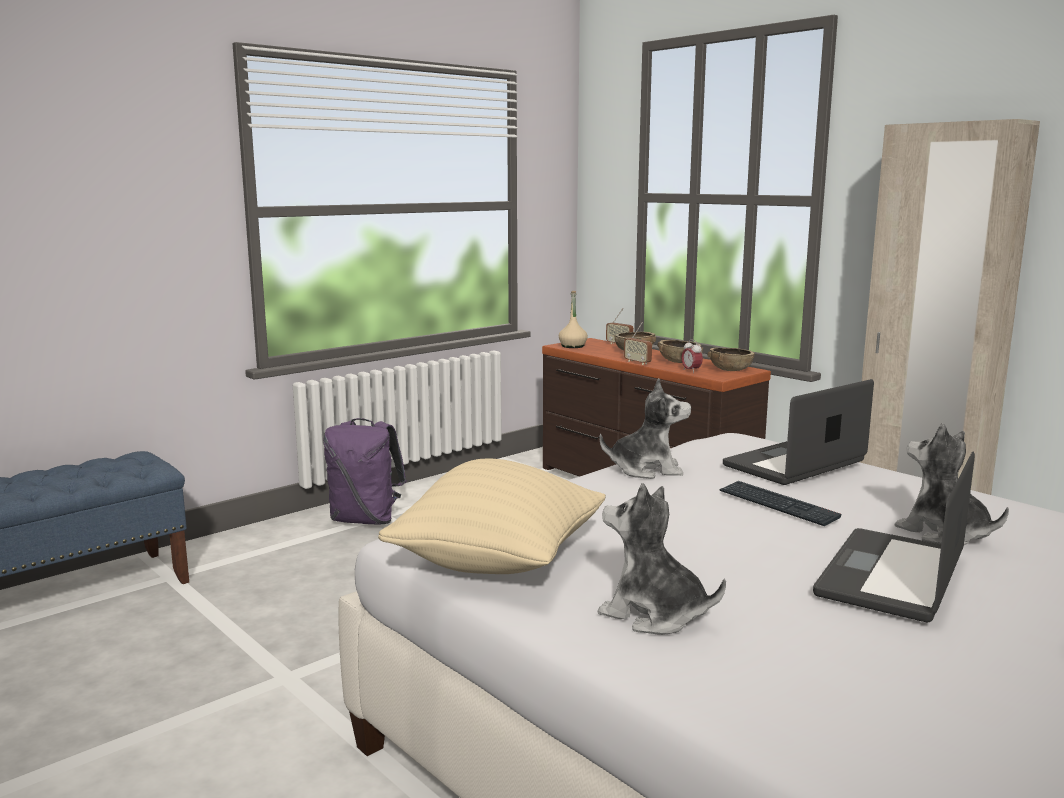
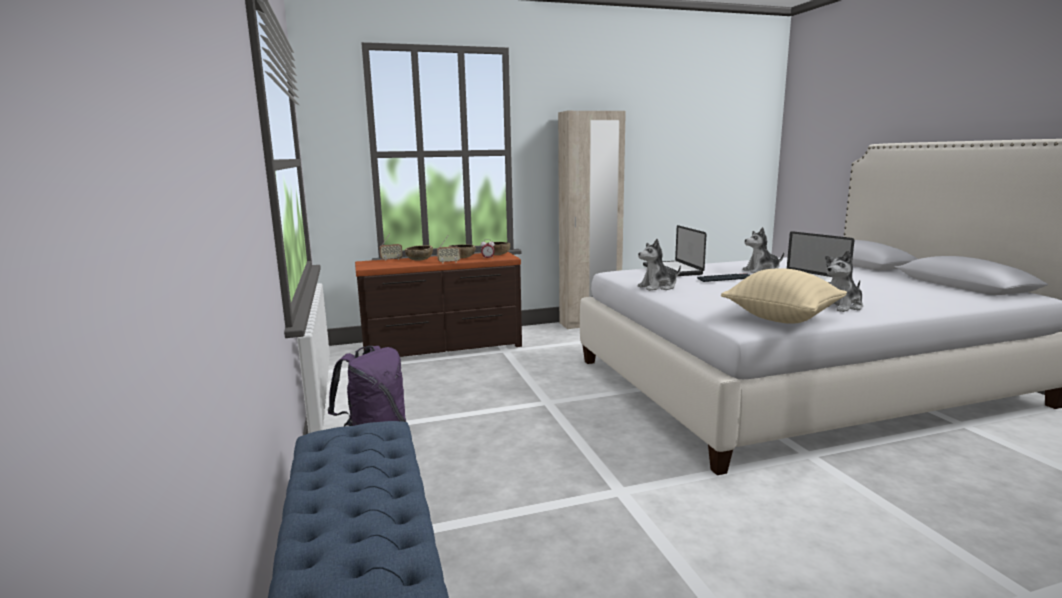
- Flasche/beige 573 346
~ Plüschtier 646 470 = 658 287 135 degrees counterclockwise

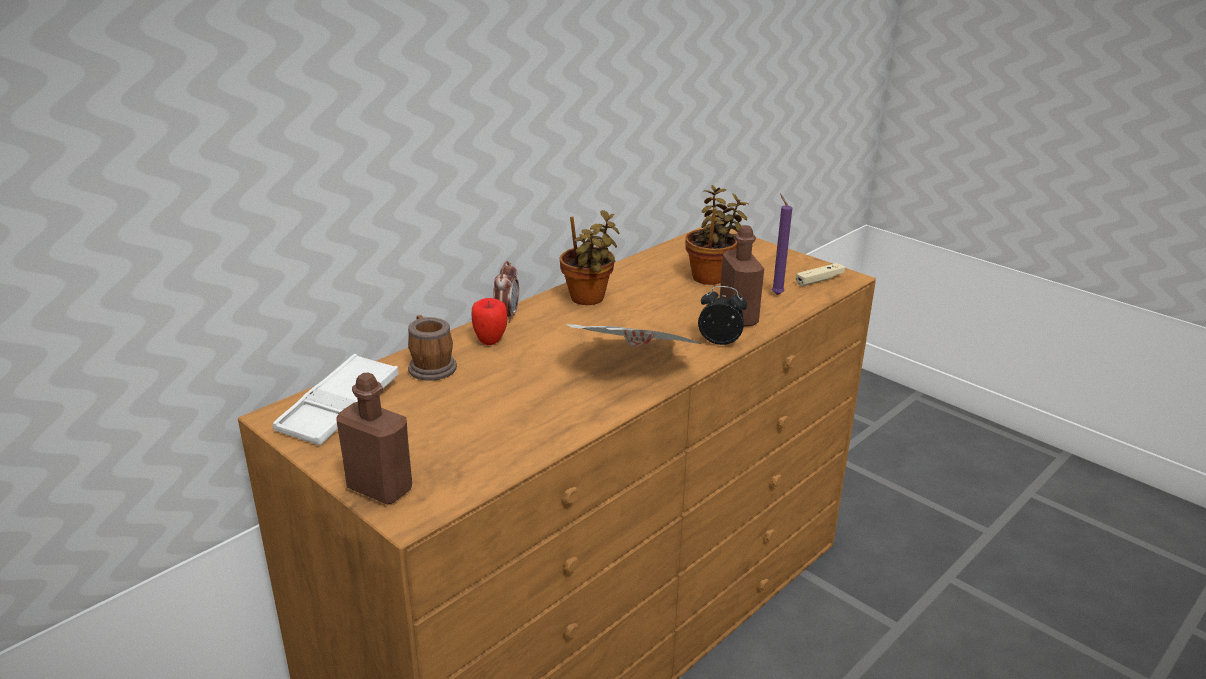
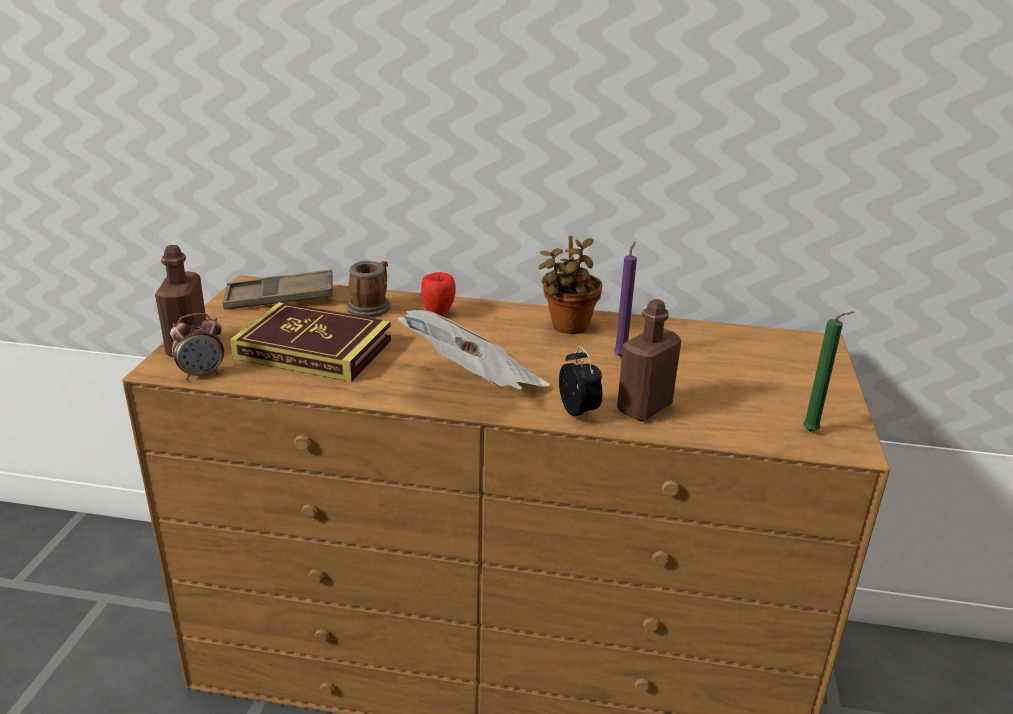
~ Tablett/weiß 339 407 to Tablett/braun 280 298
~ Wecker 506 316 to 202 374
- Topfpflanze 711 277
~ Kerze/lila 776 294 to 621 355
~ Gamepad/beige 819 280 to Kerze/grün 813 432
+ Buch 314 349

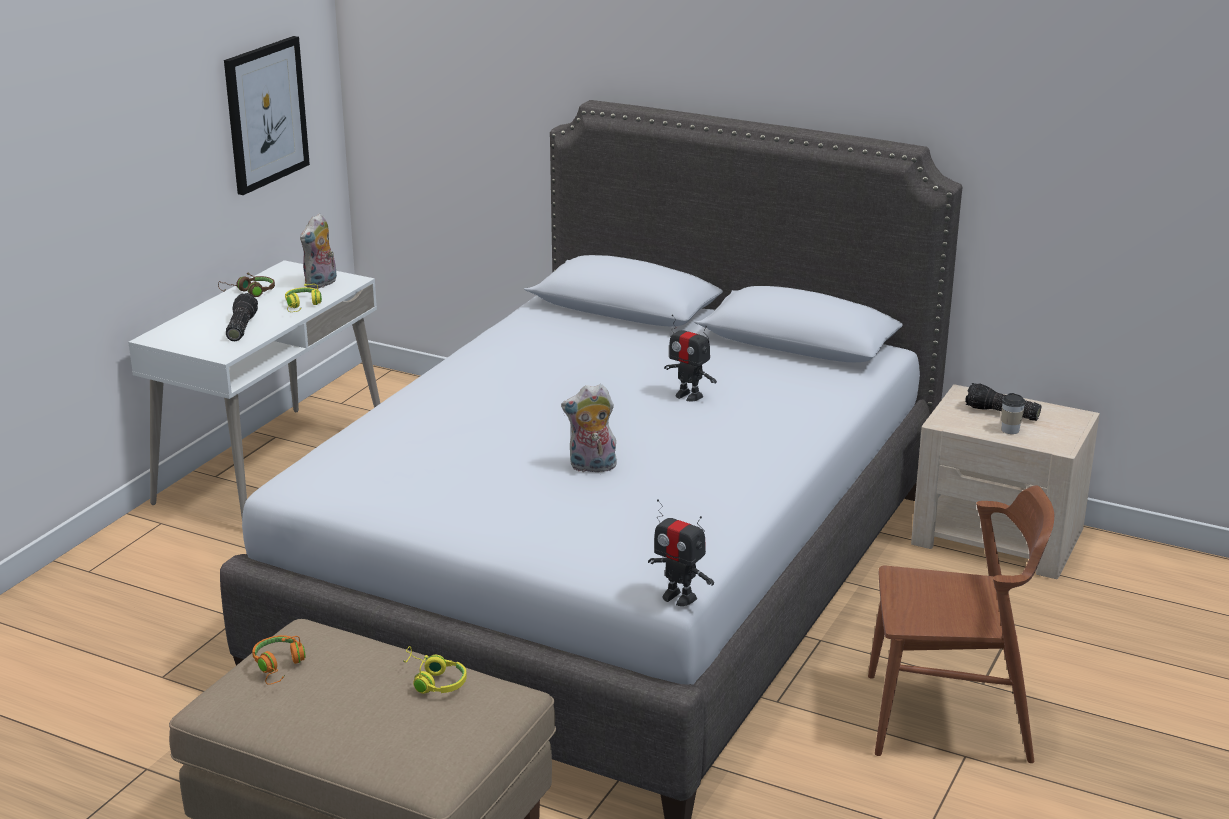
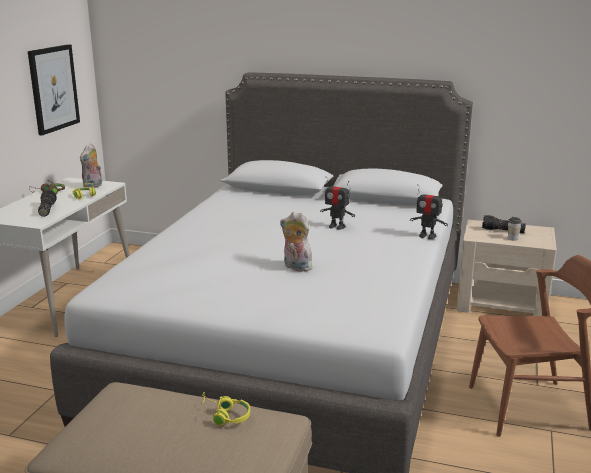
- Kopfhörer/orange 279 666
~ Plüschtier 591 467 = 295 267 45 degrees clockwise
~ Spielzeugroboter 679 597 to 427 236

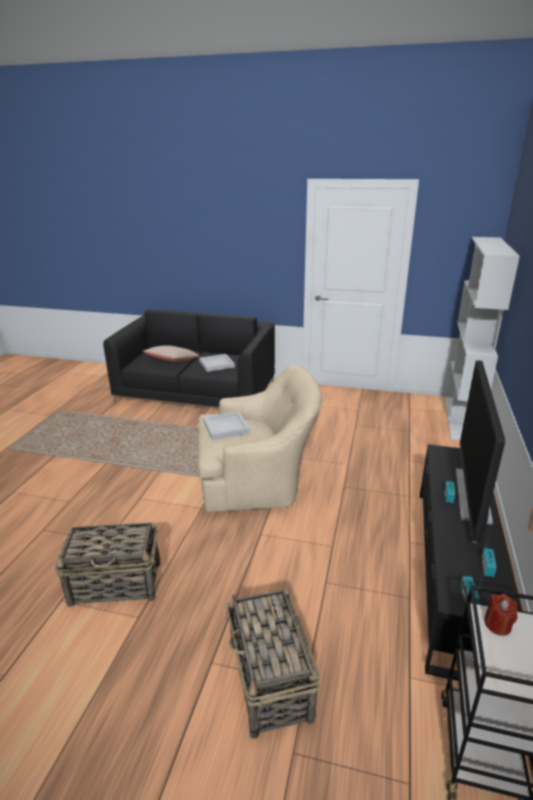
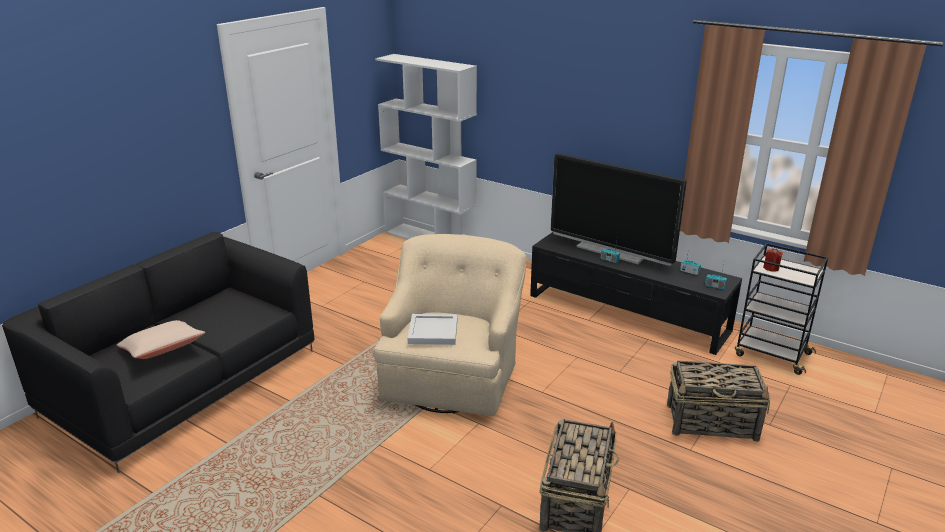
- Tablett/weiß 217 364

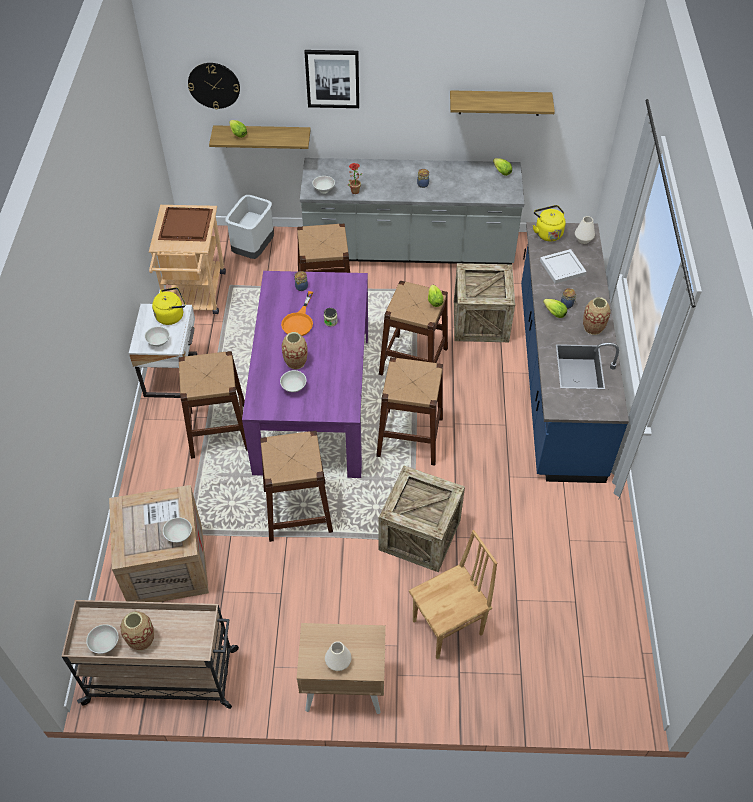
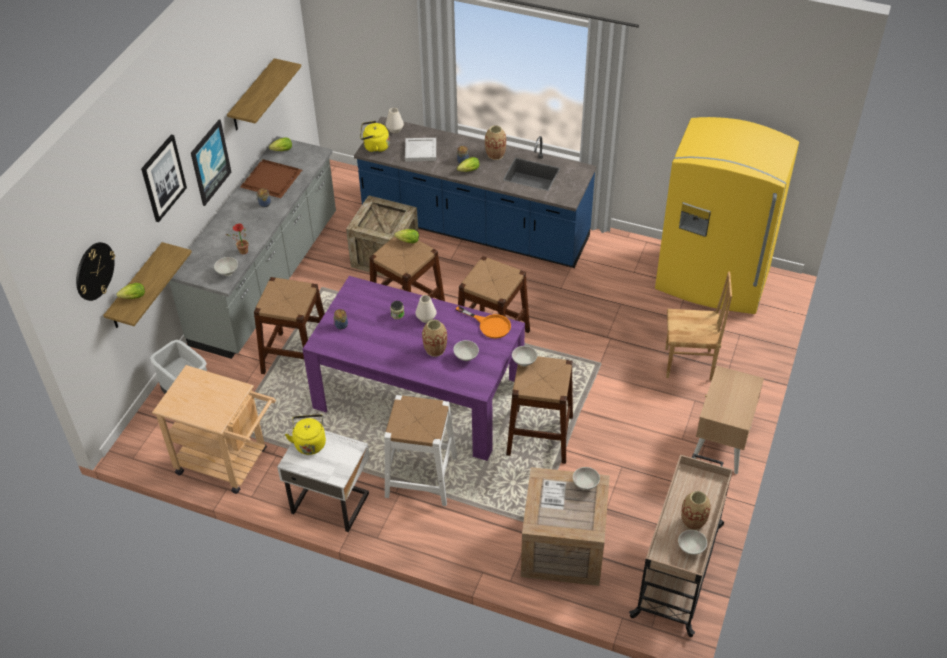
~ Schüssel/weiß 159 342 to 523 362
~ Tablett/braun 185 226 to 272 181
~ Hocker/braun 218 430 to Hocker/weiß 421 477
~ Pfanne/orange 299 321 to 489 325
~ Vase/weiß 338 662 to 426 318
- Kiste 419 535
~ Stuhl/braun 448 628 = 689 365 105 degrees clockwise
+ Bild 210 162
+ Kühlschrank/gelb 712 281

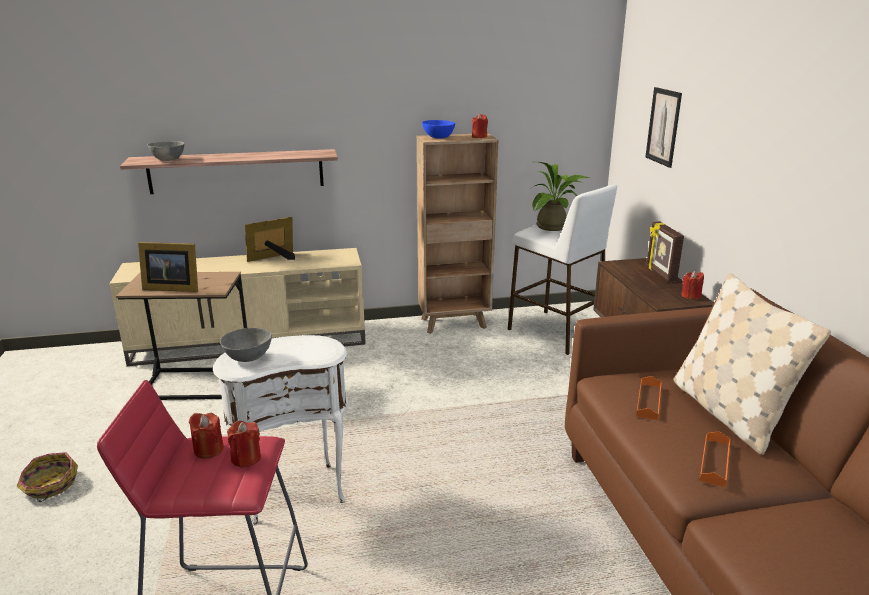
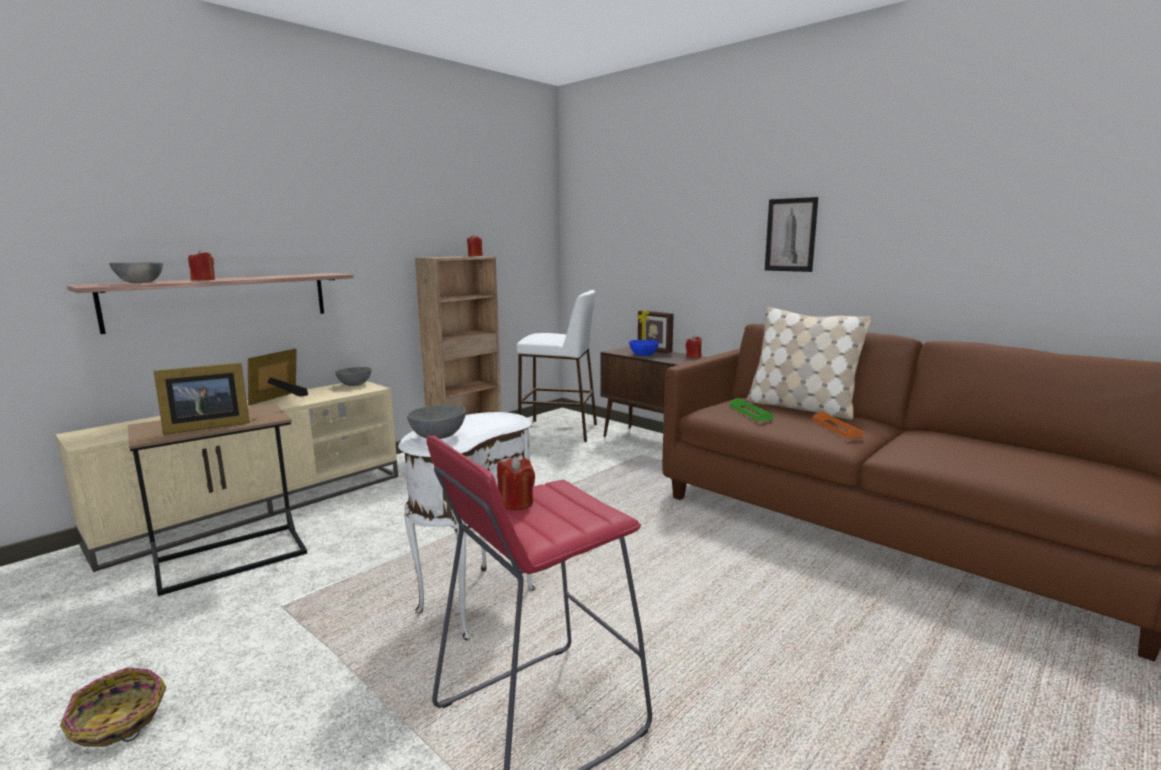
~ Kerze/rot 246 458 to 203 280
~ Schüssel/blau 438 137 to 642 355
- Topfpflanze 555 227
~ Tablett/orange 648 401 to Tablett/grün 750 413
~ Bild 663 126 to 790 235
+ Schüssel/grau 355 385

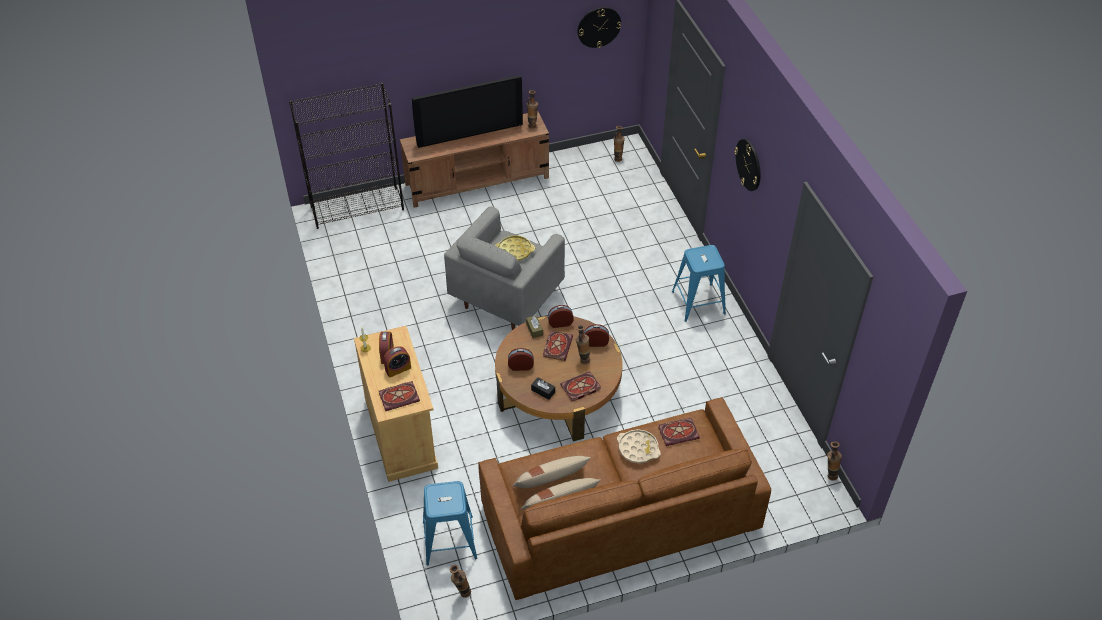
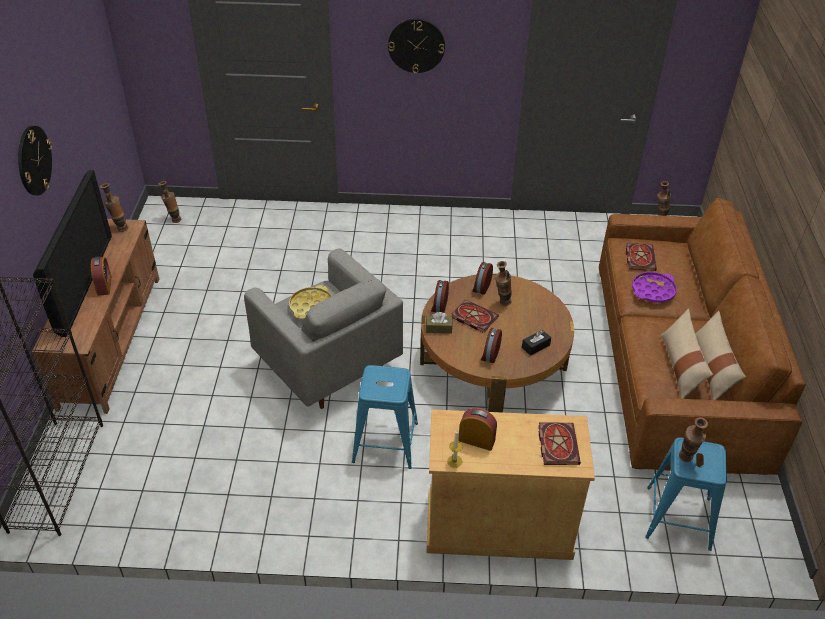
~ Wecker 398 369 to 104 285
~ Vase 461 593 to 685 460
- Buch 580 388
~ Wanduhr 599 27 to 34 160
~ Tablett/beige 638 449 to Tablett/lila 653 291
~ Hocker/blau 698 302 to 385 442

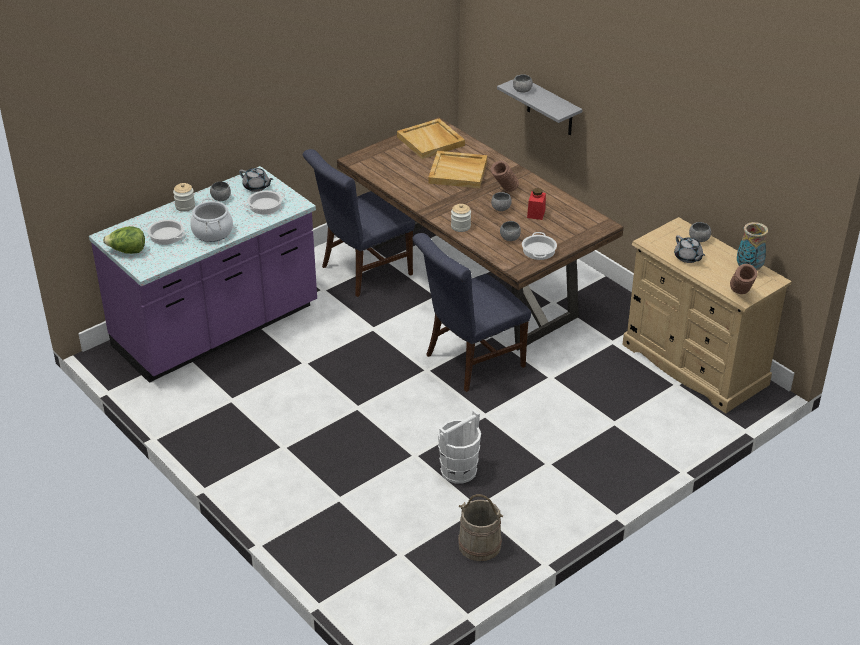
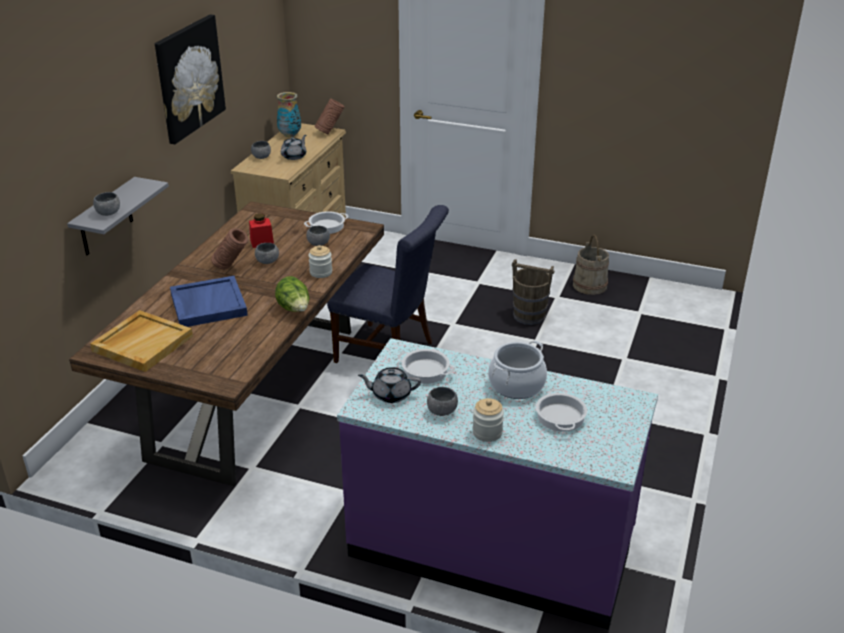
~ Salatkopf 127 251 to 294 309
~ Teekanne/grau 256 187 = 390 394 90 degrees counterclockwise
- Stuhl/blau 361 272
~ Tablett/beige 458 172 to Tablett/blau 207 304
~ Eimer/weiß 459 470 to Eimer/braun 529 315
+ Bild 189 78

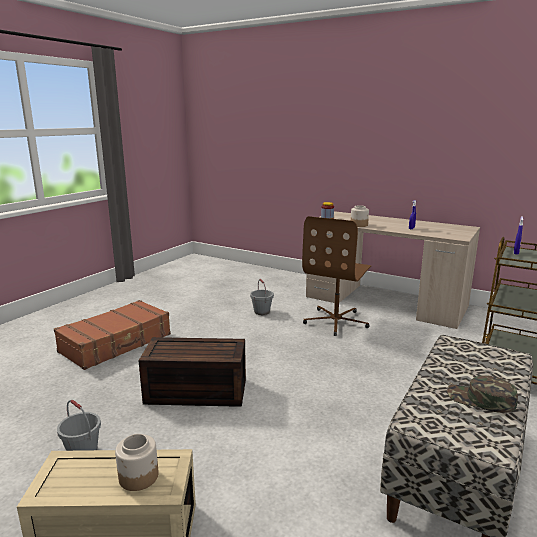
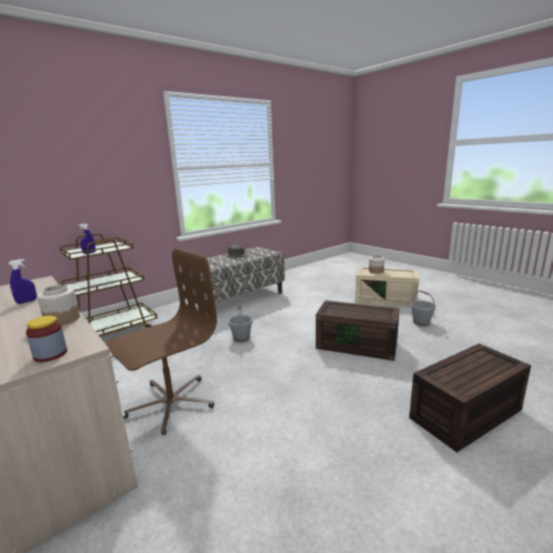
~ Koffer/braun 117 343 to Aufbewahrungsbox/braun 466 415
~ Eimer/grau 262 312 to 241 338

